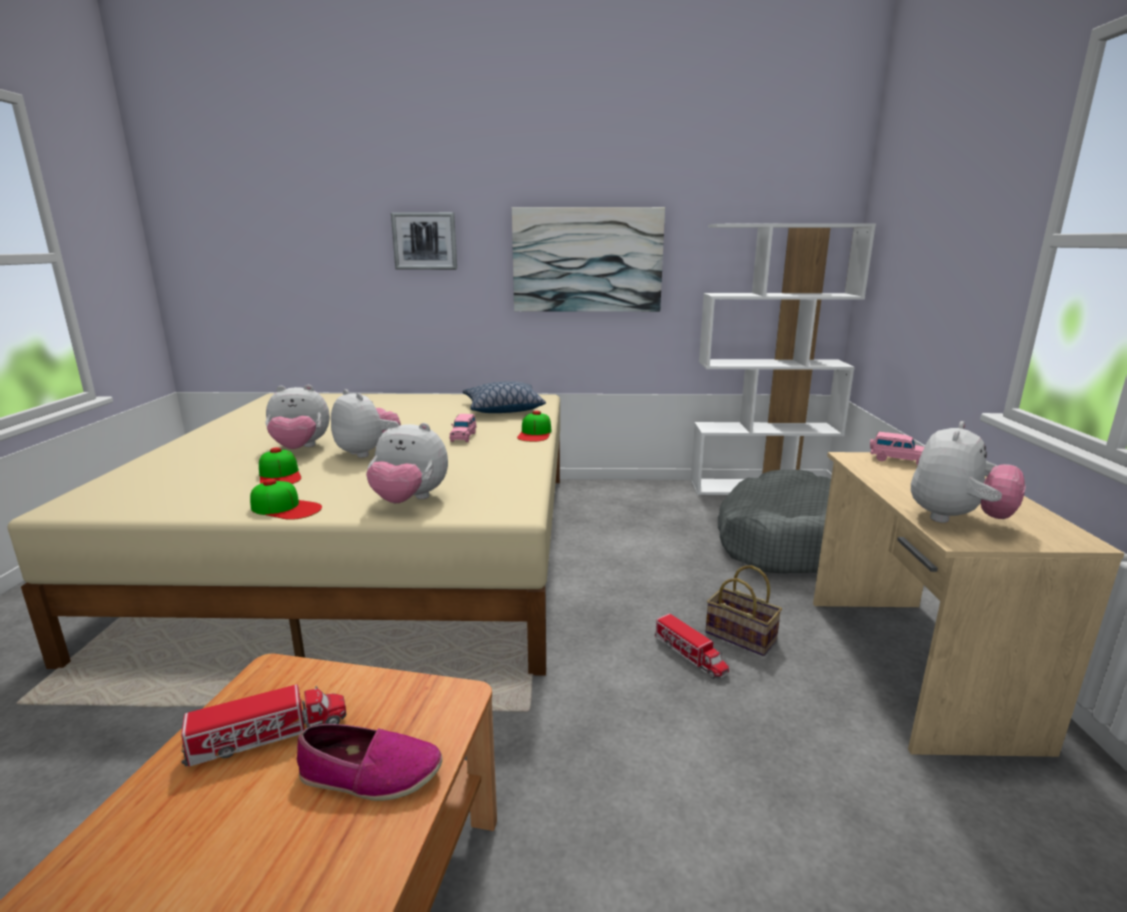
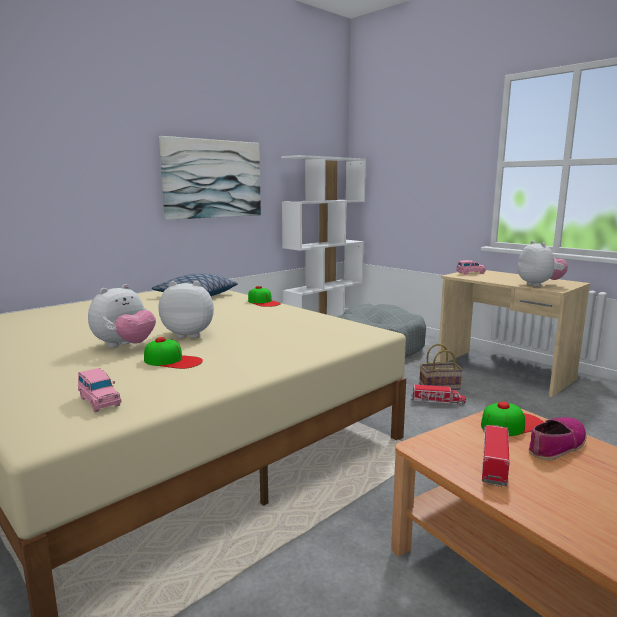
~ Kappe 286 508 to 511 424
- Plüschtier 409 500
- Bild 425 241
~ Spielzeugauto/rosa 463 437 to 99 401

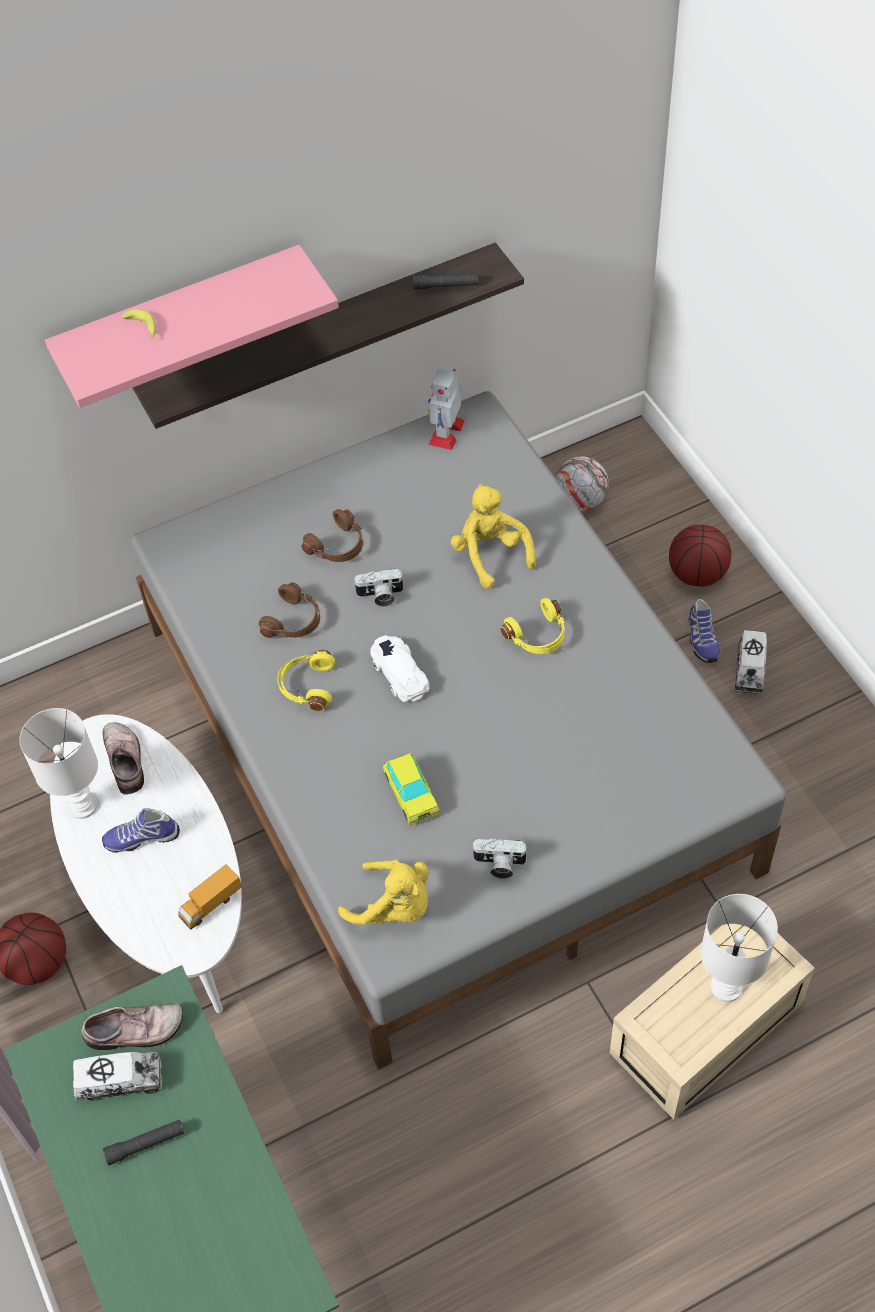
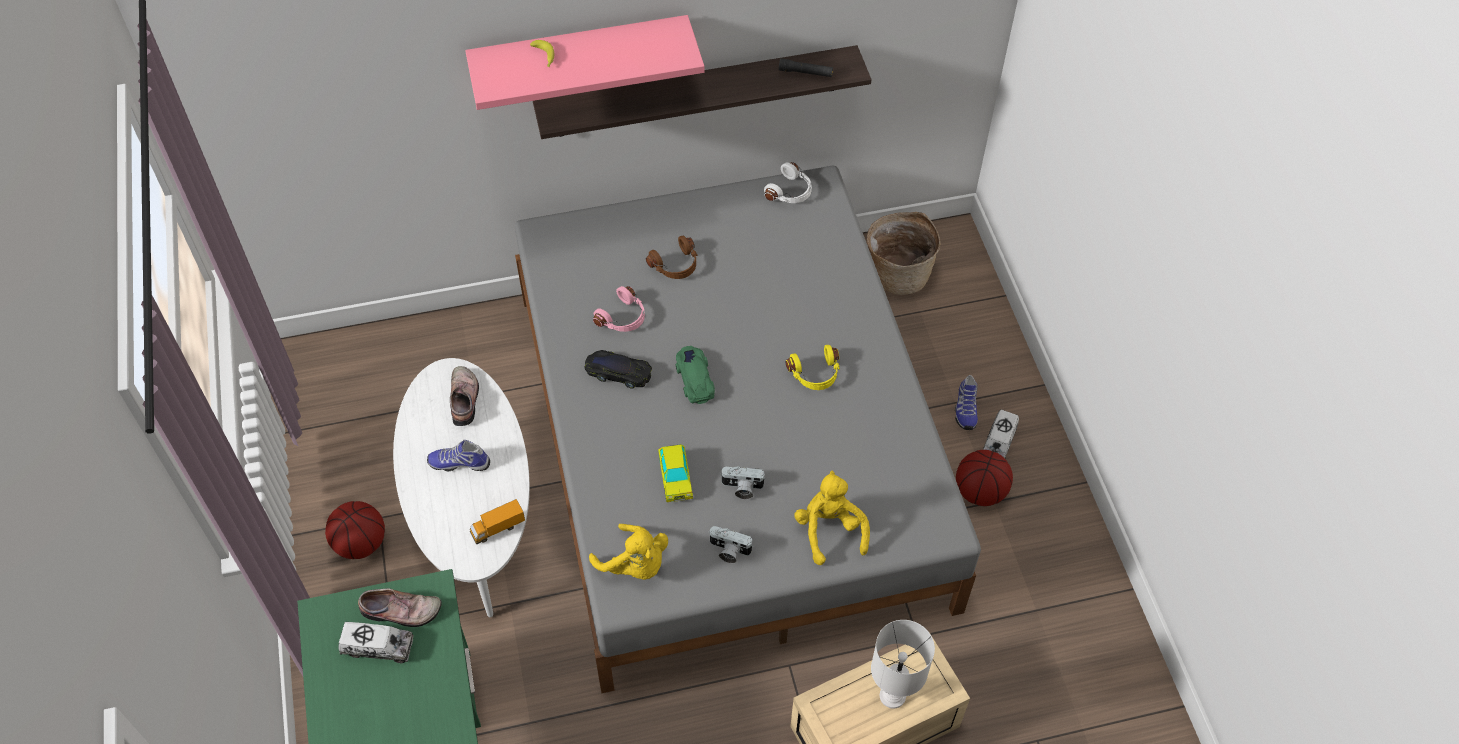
- Tischlampe/weiß 83 806
- Taschenlampe/schwarz 145 1144
~ Kopfhörer/braun 294 621 to Kopfhörer/rosa 623 318
~ Kopfhörer/gelb 307 686 to Spielzeugauto/schwarz 618 372
~ Kamera 380 596 to 742 488
~ Spielzeugauto/weiß 399 672 to Spielzeugauto/grün 694 378
~ Spielzeugroboter 446 432 to Kopfhörer/weiß 790 192
~ Plüschtier/gelb 490 554 to 830 530
~ Fußball 580 501 to Korb 898 272
~ Basketball 697 573 to 980 491

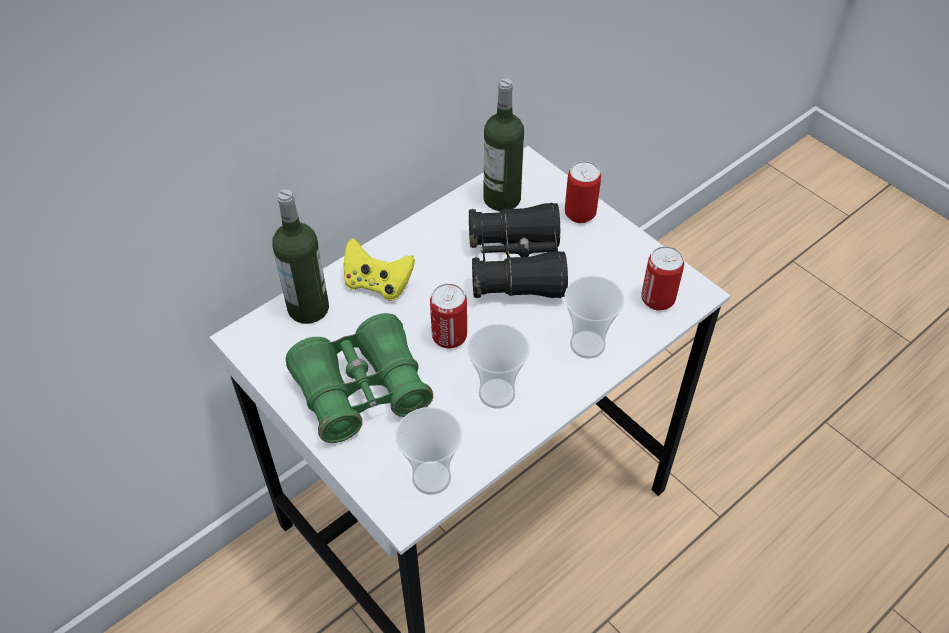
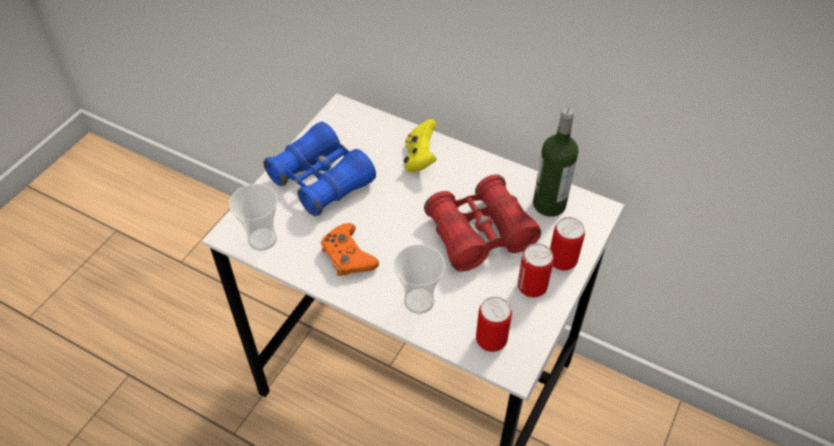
- Flasche 308 308
~ Fernglas/grün 361 391 to Fernglas/blau 321 180
~ Dose 449 337 to 532 287
~ Tasse 497 393 to Gamepad/orange 348 256
~ Fernglas/schwarz 516 266 to Fernglas/rot 479 234

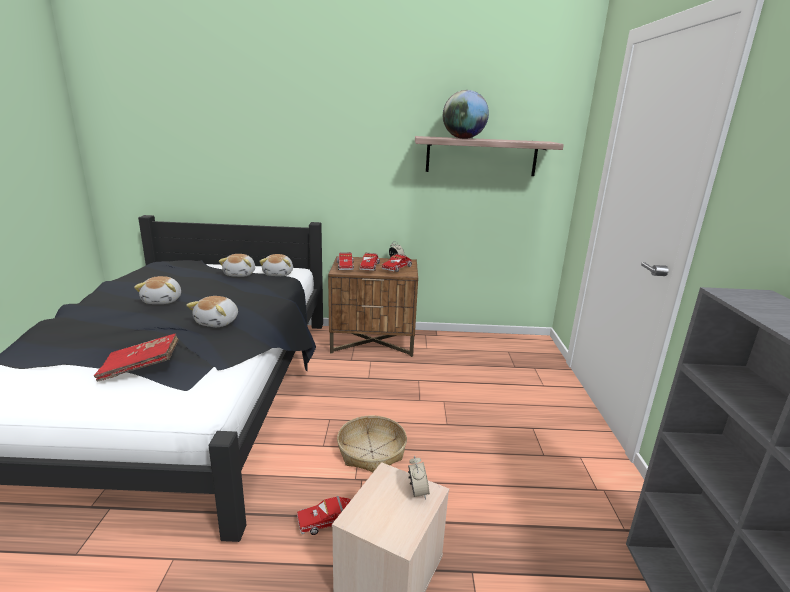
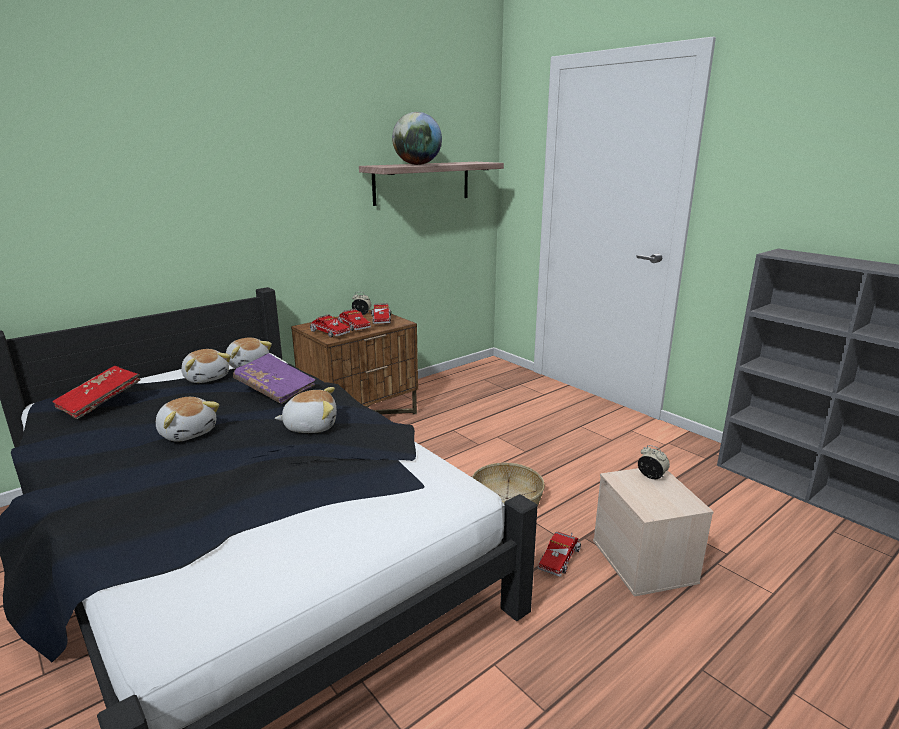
~ Buch/rot 141 368 to 100 403
~ Plüschtier 218 322 = 310 426 75 degrees counterclockwise
+ Buch/lila 275 389

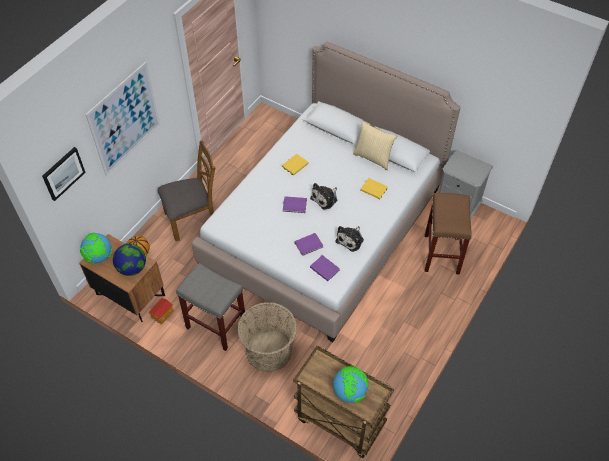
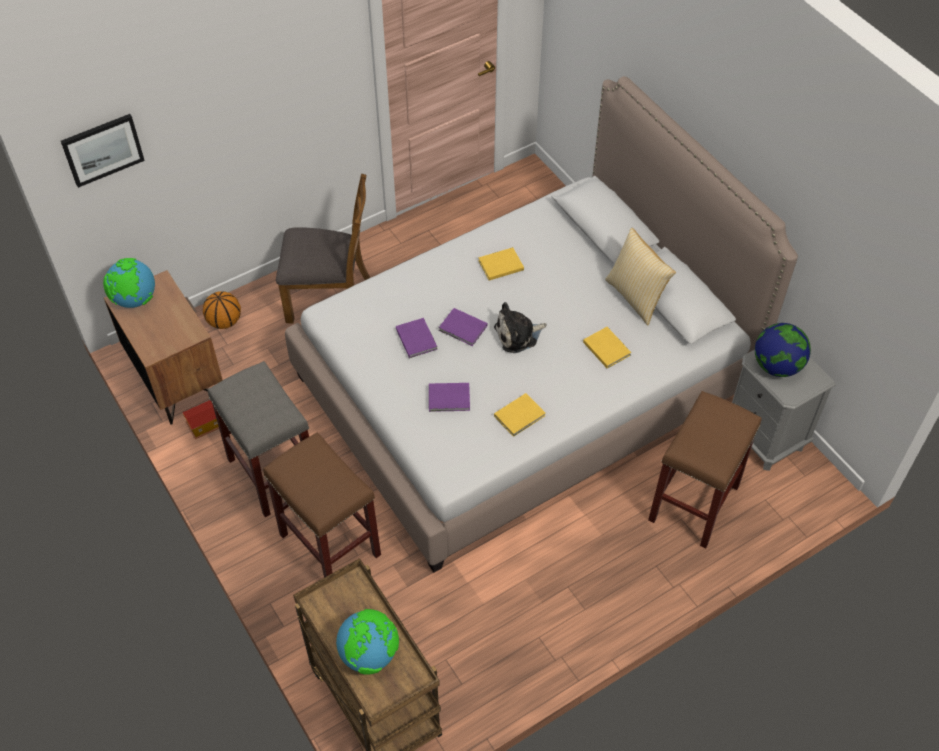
- Bild 125 119
~ Globus 132 268 to 777 366
~ Korb 268 351 to Hocker/braun 328 544
~ Buch/lila 324 268 to 416 338
~ Plüschtier 351 239 to Buch/gelb 521 416

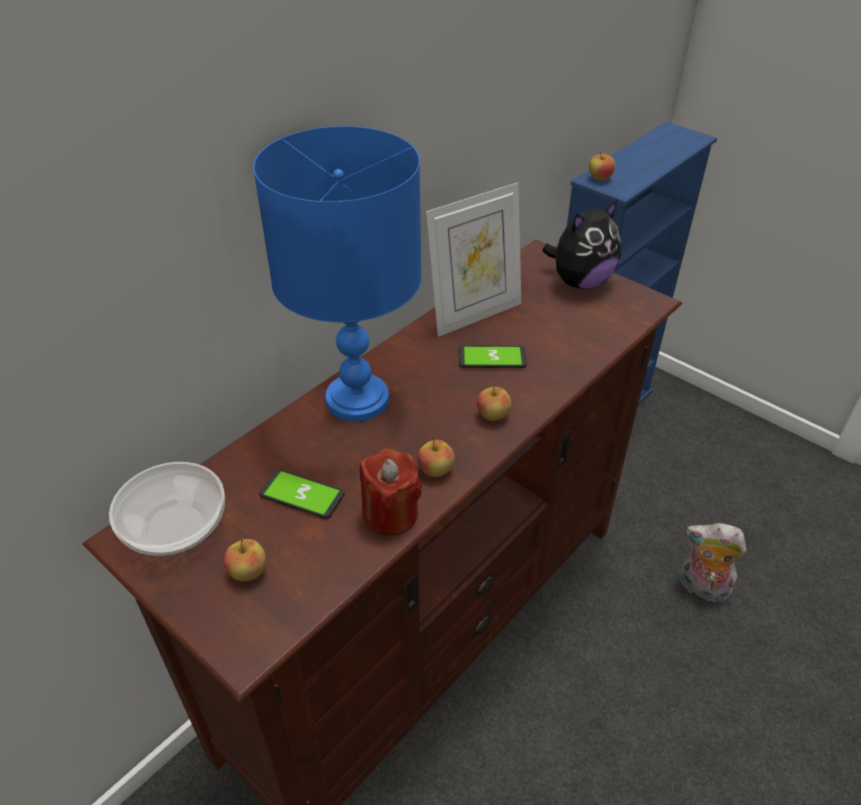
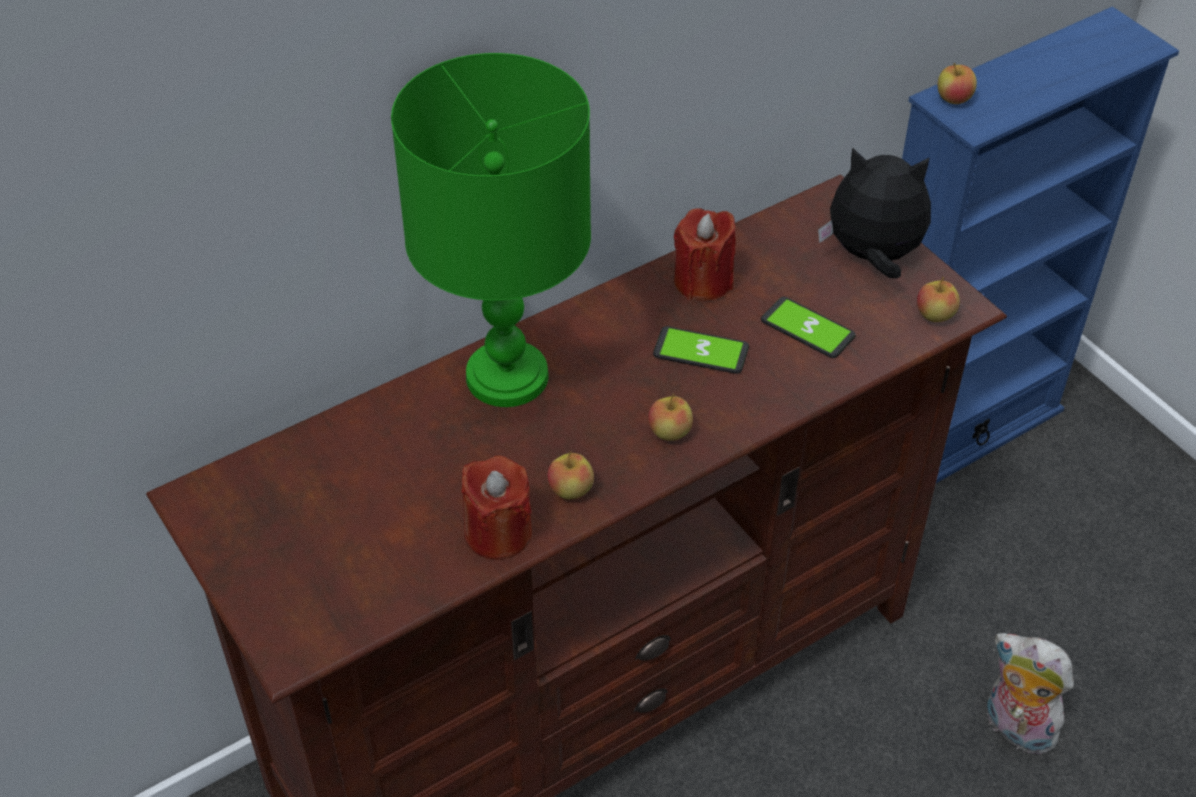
- Schüssel 174 528
~ Apfel 248 572 to 934 315
~ Tischlampe/blau 358 400 to Tischlampe/grün 507 378
~ Handy 301 495 to 807 329
~ Bilderrahmen 474 314 to Kerze/rot 703 281
~ Plüschtier 580 282 = 872 257 150 degrees counterclockwise

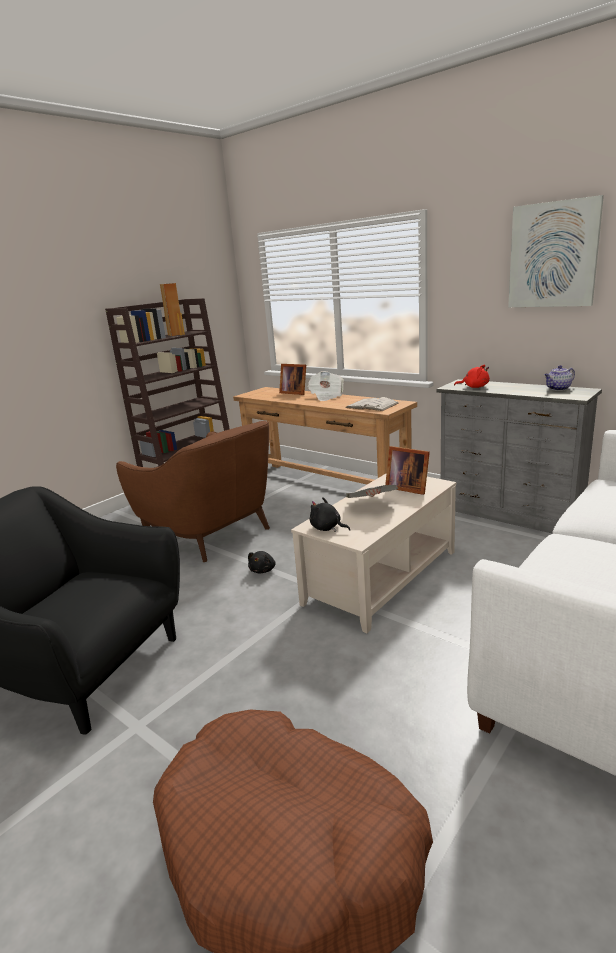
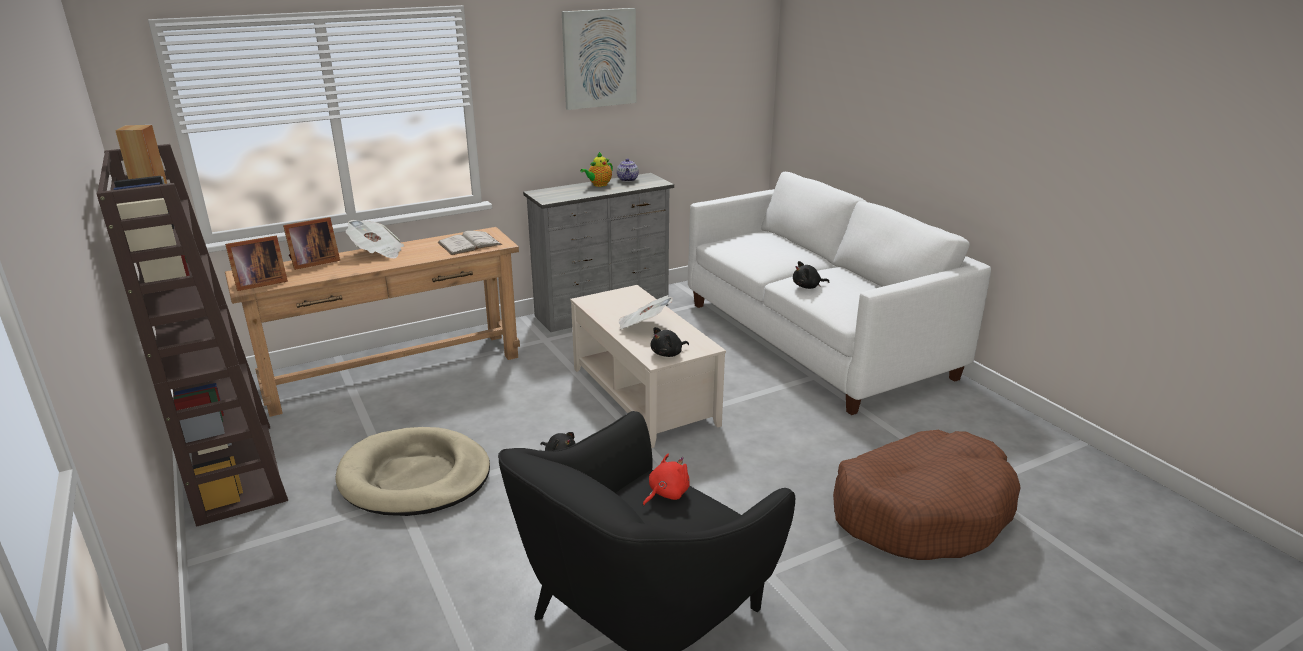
~ Sessel/braun 210 532 to Hundebett/beige 415 477
~ Bilderrahmen 407 487 to 258 283
~ Plüschtier/rot 474 387 to 666 493
+ Teekanne 598 185
+ Plüschtier/schwarz 808 286

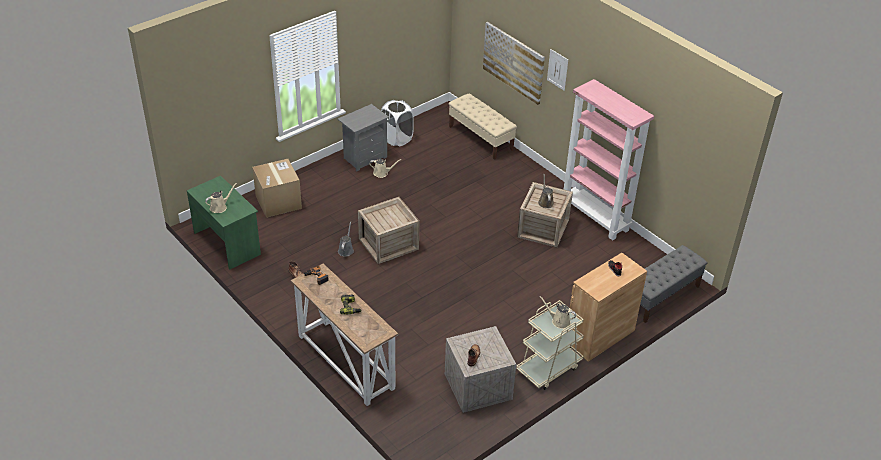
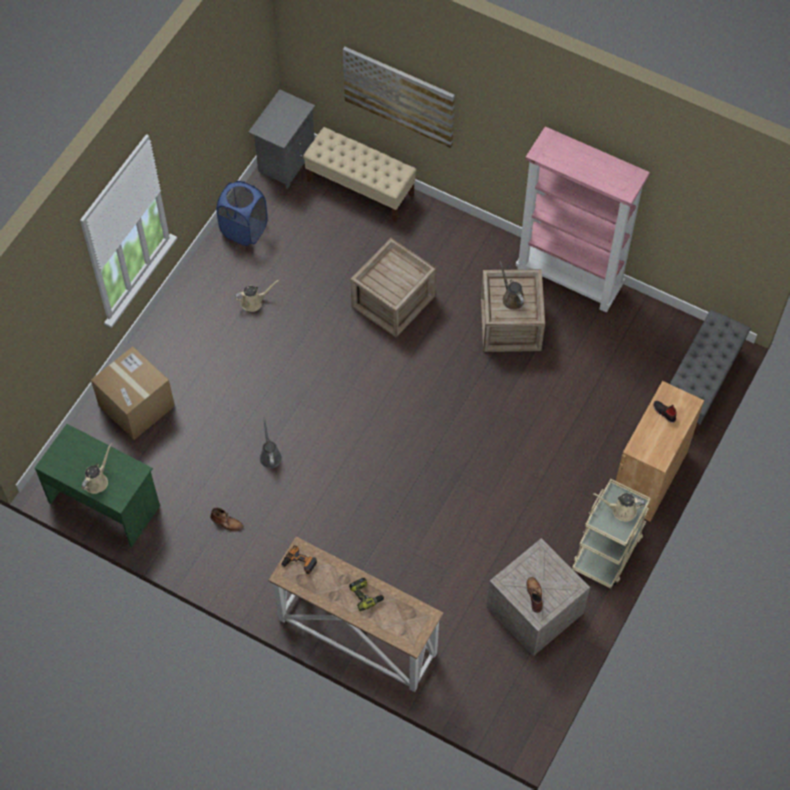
~ Nachttisch/grau 364 158 to 285 161
~ Kiste 387 244 to 392 301
~ Wäschekorb/weiß 397 139 to Wäschekorb/blau 244 230
- Bild 557 69

